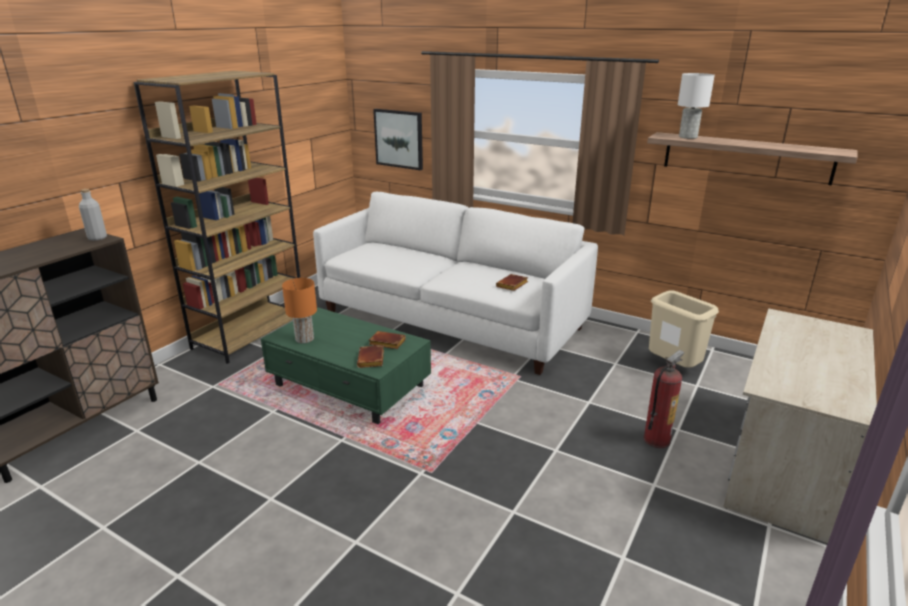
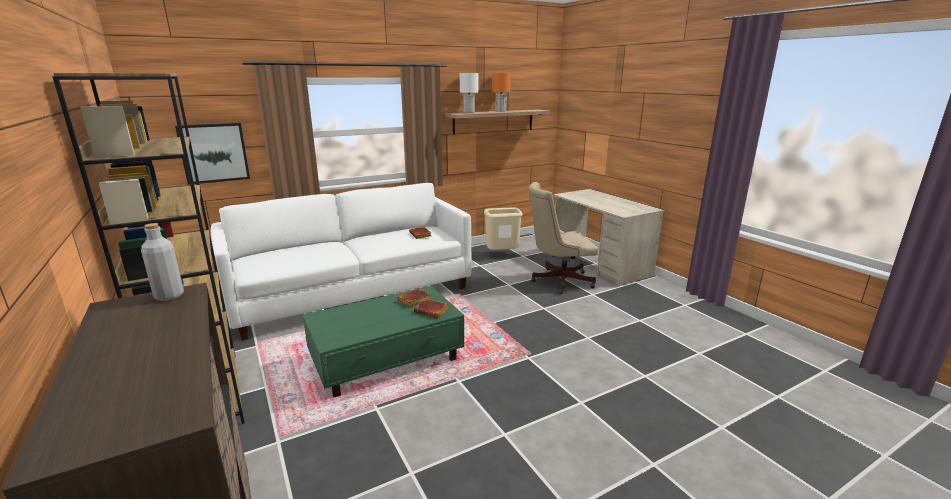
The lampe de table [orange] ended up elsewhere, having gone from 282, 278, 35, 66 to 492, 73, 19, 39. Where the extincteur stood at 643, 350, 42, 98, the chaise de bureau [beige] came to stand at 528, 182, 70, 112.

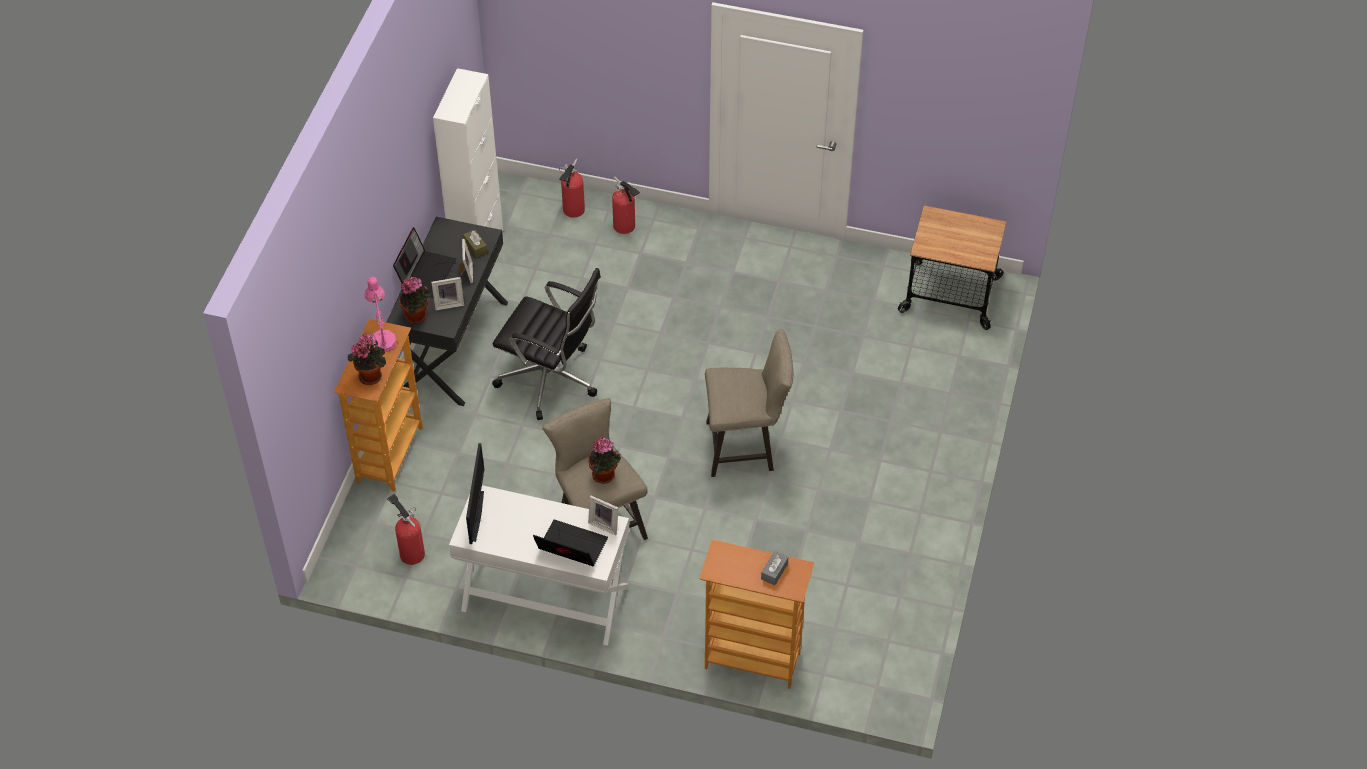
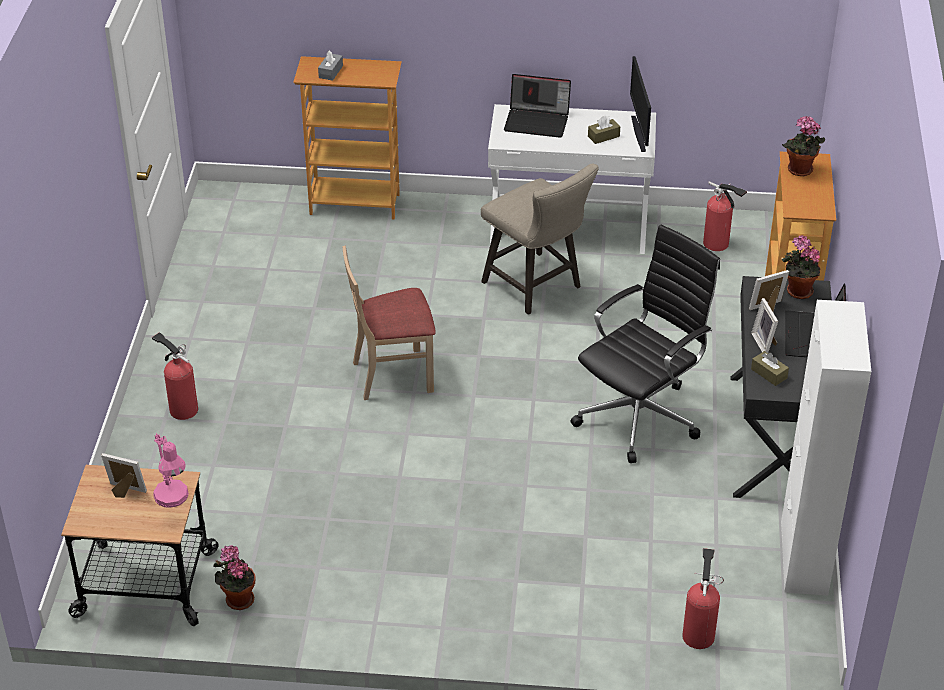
The lampe de table [rose] ended up elsewhere, having gone from 364, 277, 33, 75 to 153, 433, 36, 75. The chaise de bureau [noir] at 492, 268, 109, 152 ended up facing another way, 120 degrees clockwise from before. The plante en pot ended up elsewhere, having gone from 588, 437, 33, 47 to 213, 545, 42, 65. The cadre photo ended up elsewhere, having gone from 588, 496, 30, 39 to 101, 453, 46, 45. The extincteur ended up elsewhere, having gone from 612, 177, 28, 57 to 152, 332, 46, 88. Where the tabouret [beige] stood at 705, 329, 88, 148, the chaise [beige] came to stand at 343, 246, 93, 154. The second view gained the boîte à mouchoirs [marron] at 588, 116, 32, 28.

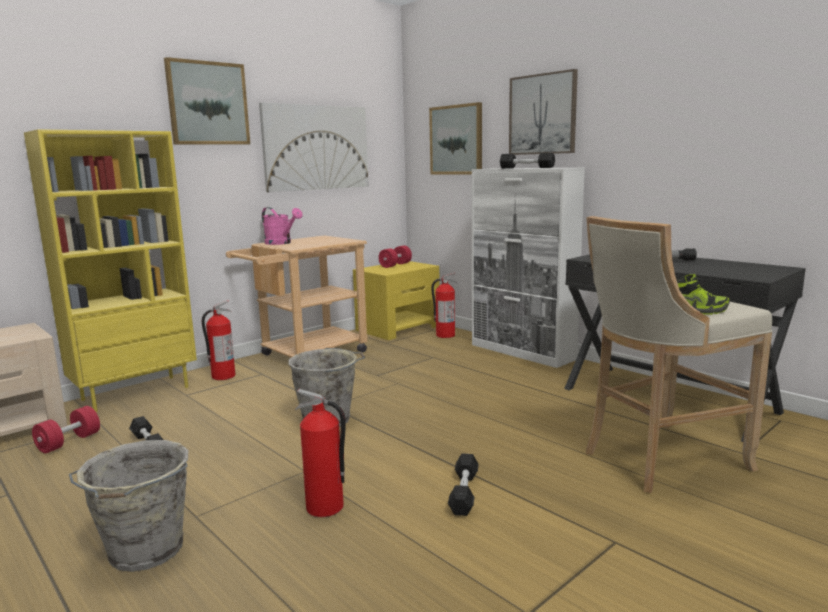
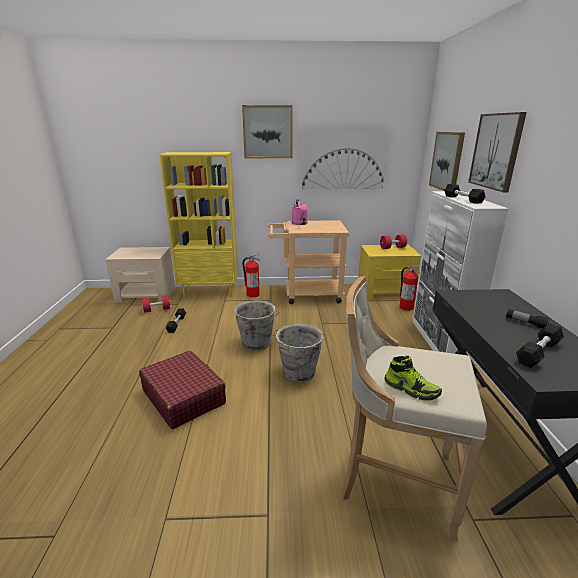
The seau [gris] ended up elsewhere, having gone from 69, 440, 120, 132 to 274, 324, 50, 59. Where the extincteur stood at 295, 389, 51, 128, the valise [rouge] came to stand at 139, 351, 87, 78. The haltère [noir] ended up elsewhere, having gone from 448, 453, 31, 63 to 516, 323, 48, 45.

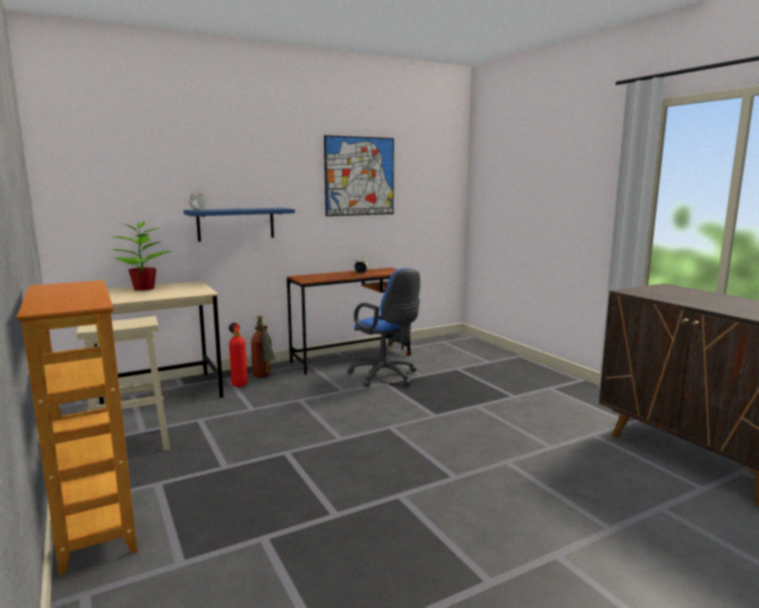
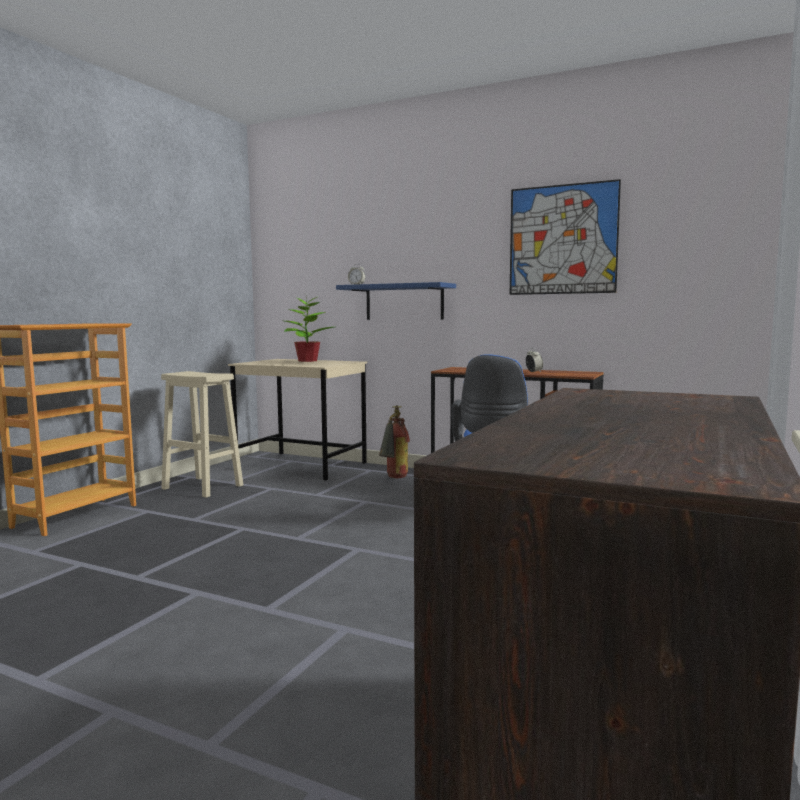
The second view lost the extincteur at 229, 323, 19, 64.

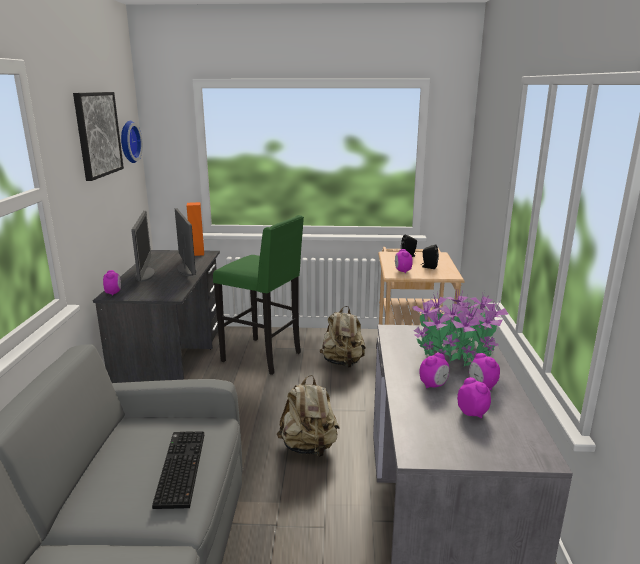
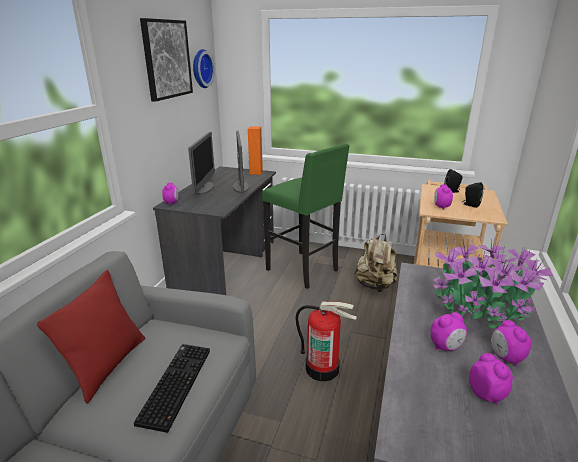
Where the sac à dos [beige] stood at 277, 375, 63, 83, the extincteur came to stand at 295, 301, 62, 80. The second view gained the coussin [rouge] at 37, 269, 108, 134.

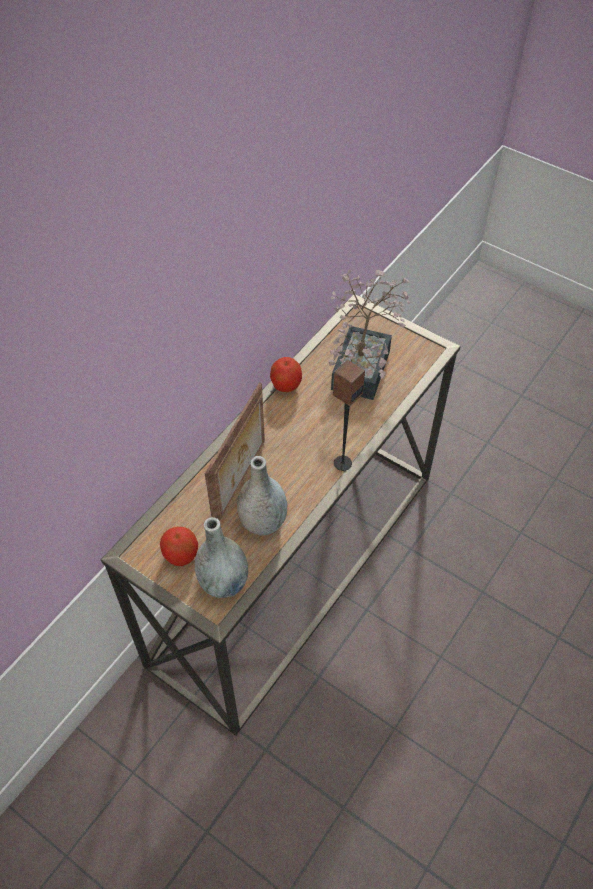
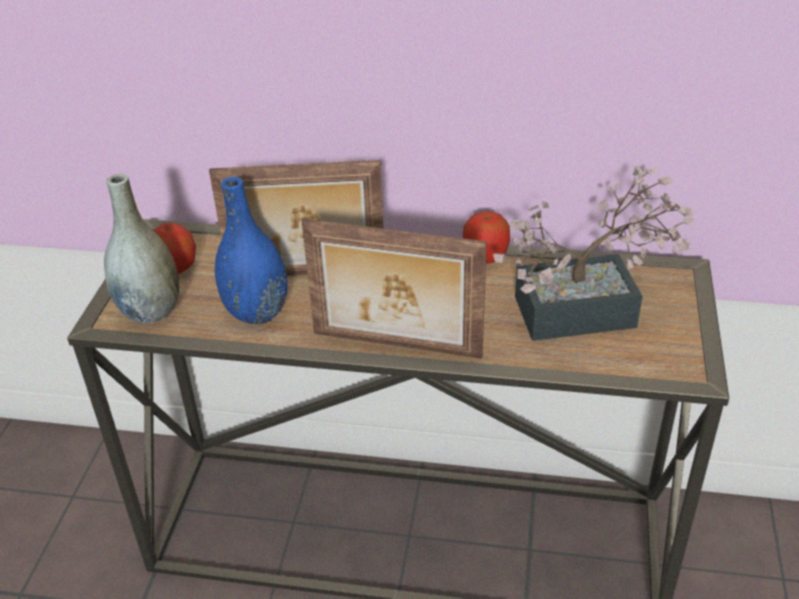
What was the vase [gris] at 237, 456, 50, 79 turned into the vase [bleu] at 215, 177, 73, 147. Where the enceinte stood at 333, 360, 32, 111, the cadre photo came to stand at 302, 219, 185, 140.

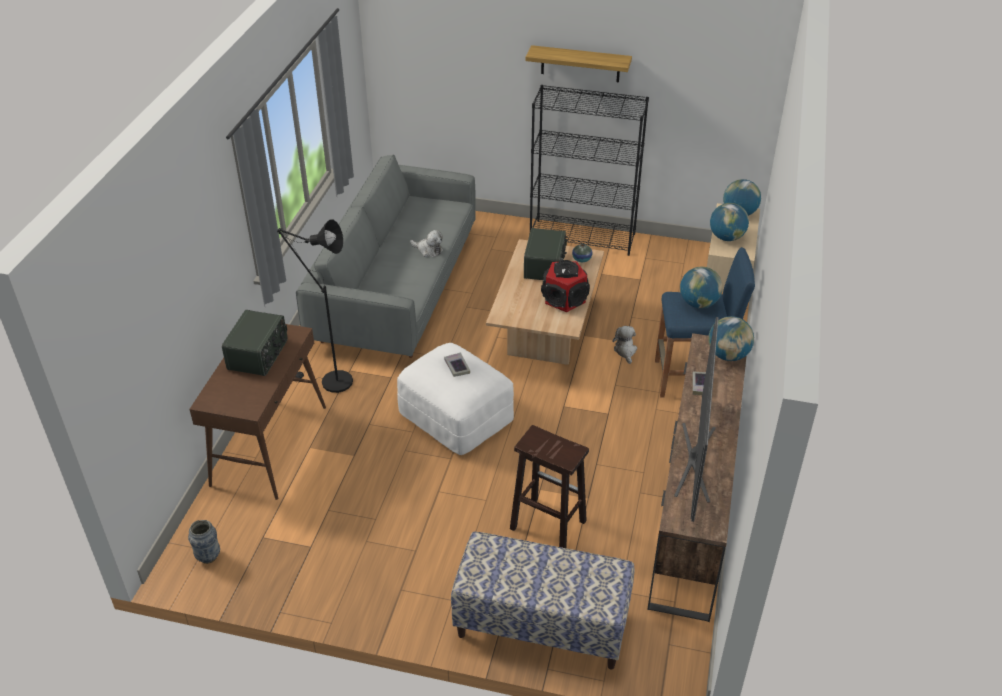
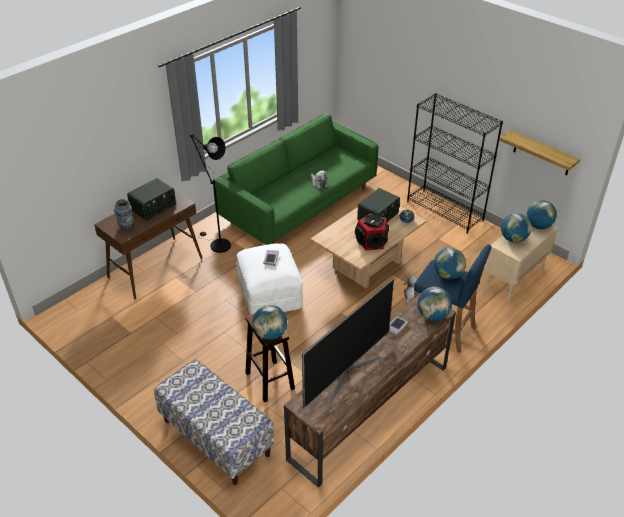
The vase ended up elsewhere, having gone from 188, 520, 32, 44 to 114, 199, 20, 31. What was the canapé [gris] at 296, 155, 180, 203 turned into the canapé [vert] at 213, 115, 165, 130. The étagère ended up elsewhere, having gone from 525, 45, 107, 38 to 499, 130, 81, 45. The second view gained the globe at 252, 305, 35, 35.

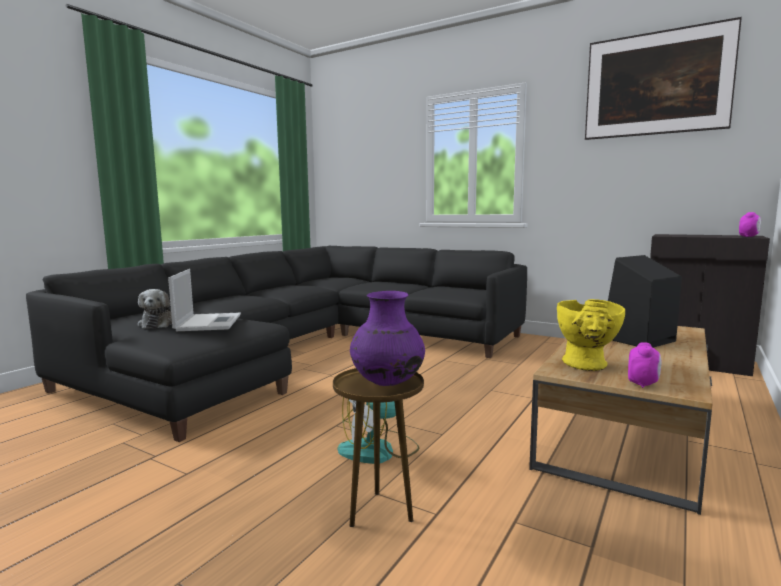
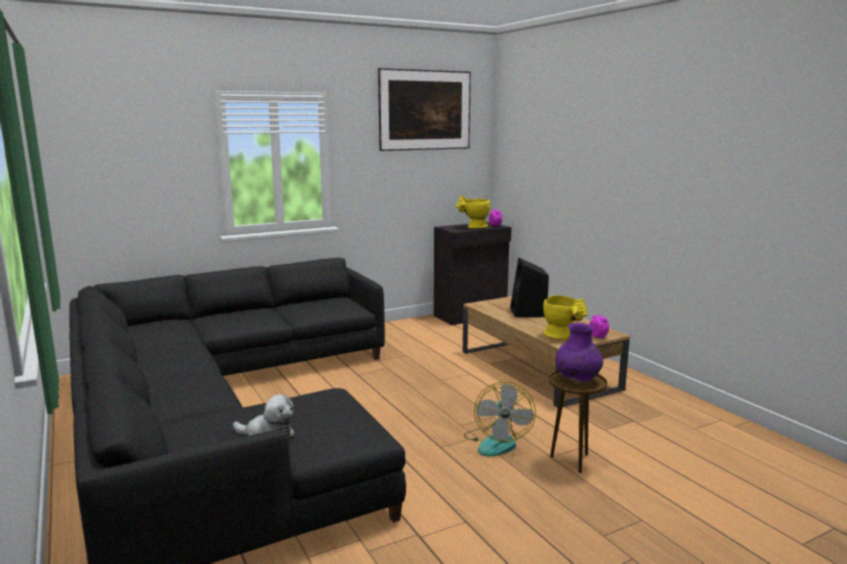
The second view lost the ordinateur portable at 168, 269, 73, 62. The second view gained the vase [jaune] at 455, 196, 35, 33.

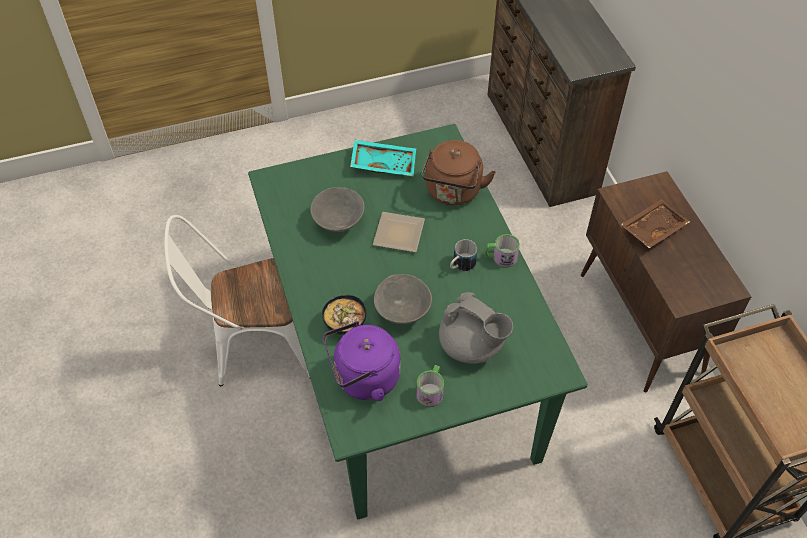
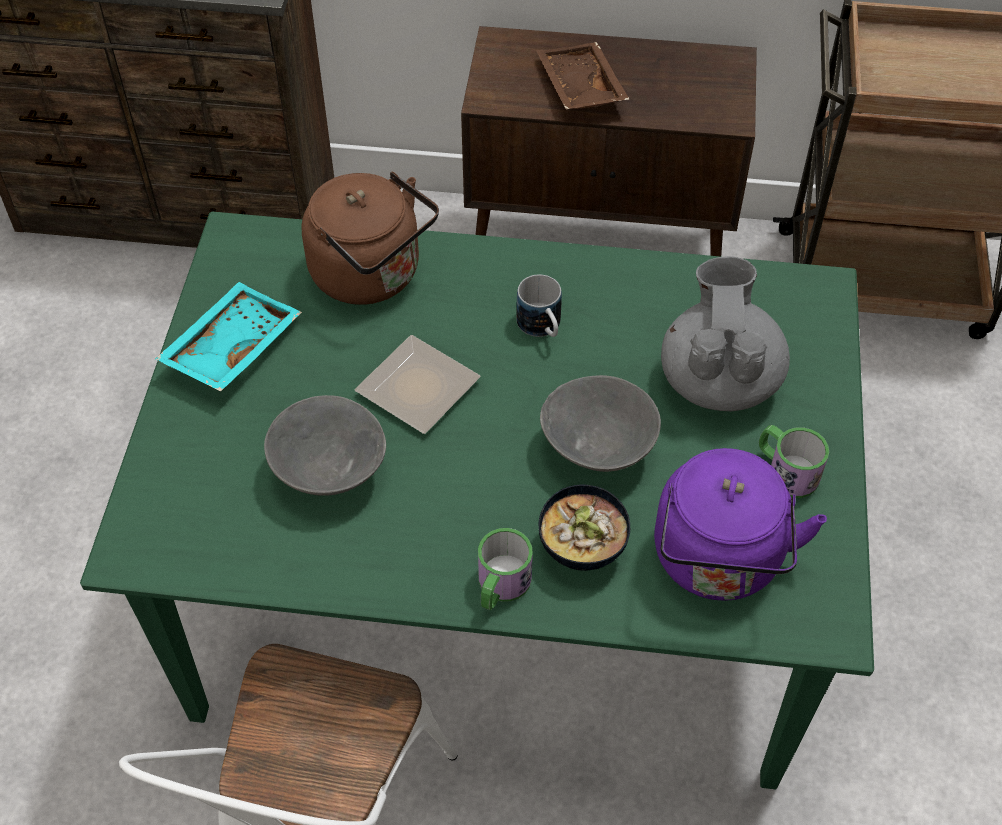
The théière [gris] at 439, 292, 74, 72 ended up facing another way, 60 degrees counterclockwise from before. The mug ended up elsewhere, having gone from 484, 234, 36, 34 to 478, 528, 55, 82.

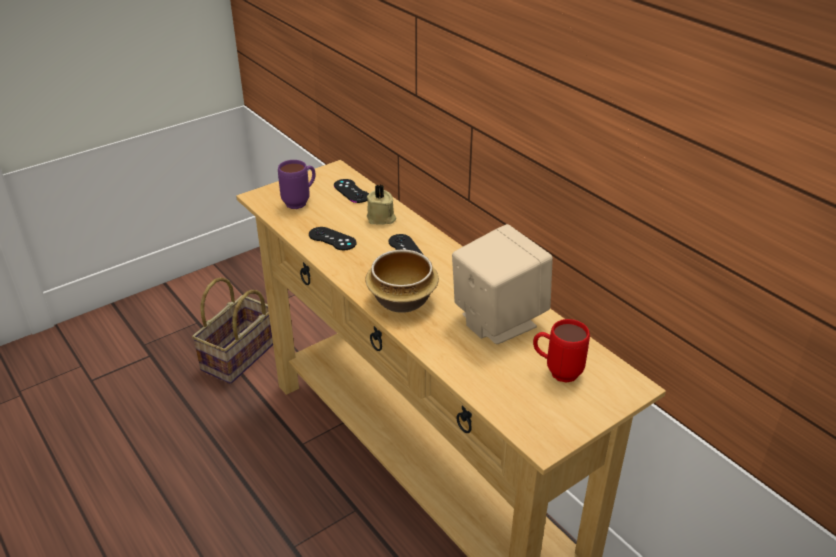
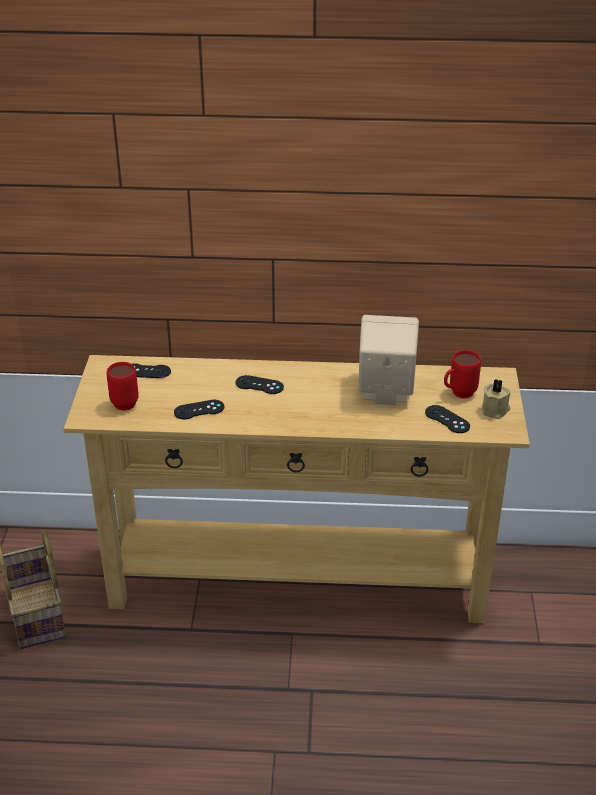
What was the mug [violet] at 278, 160, 38, 49 turned into the mug [rouge] at 107, 362, 32, 49. The second view lost the bol at 366, 250, 73, 63. The bougie [beige] ended up elsewhere, having gone from 367, 185, 29, 40 to 482, 379, 28, 40. The second view gained the manette [noir] at 425, 405, 45, 28.

